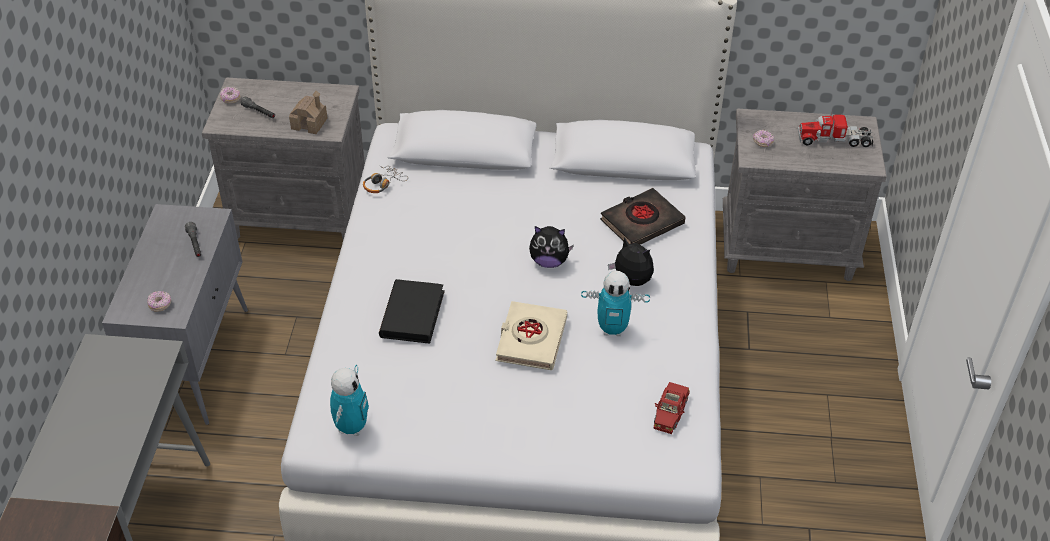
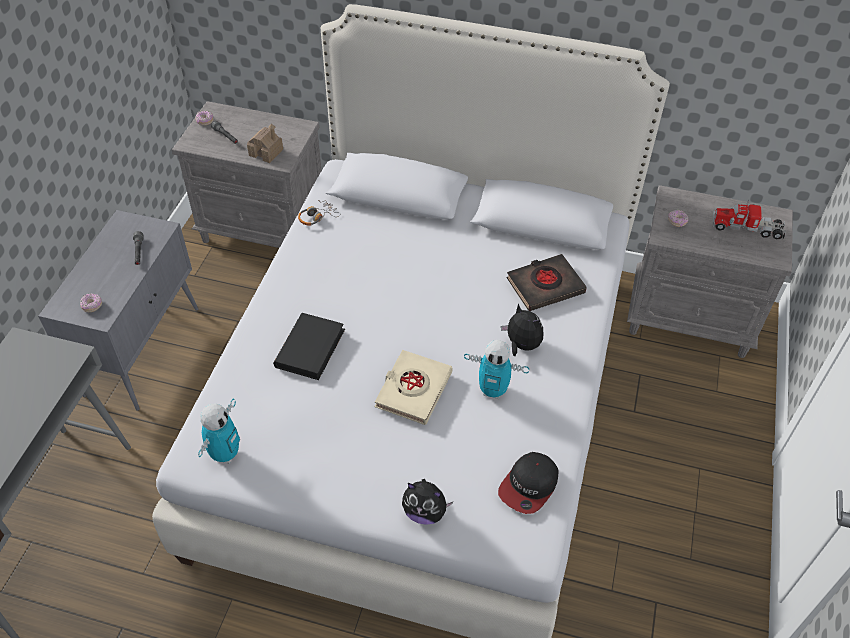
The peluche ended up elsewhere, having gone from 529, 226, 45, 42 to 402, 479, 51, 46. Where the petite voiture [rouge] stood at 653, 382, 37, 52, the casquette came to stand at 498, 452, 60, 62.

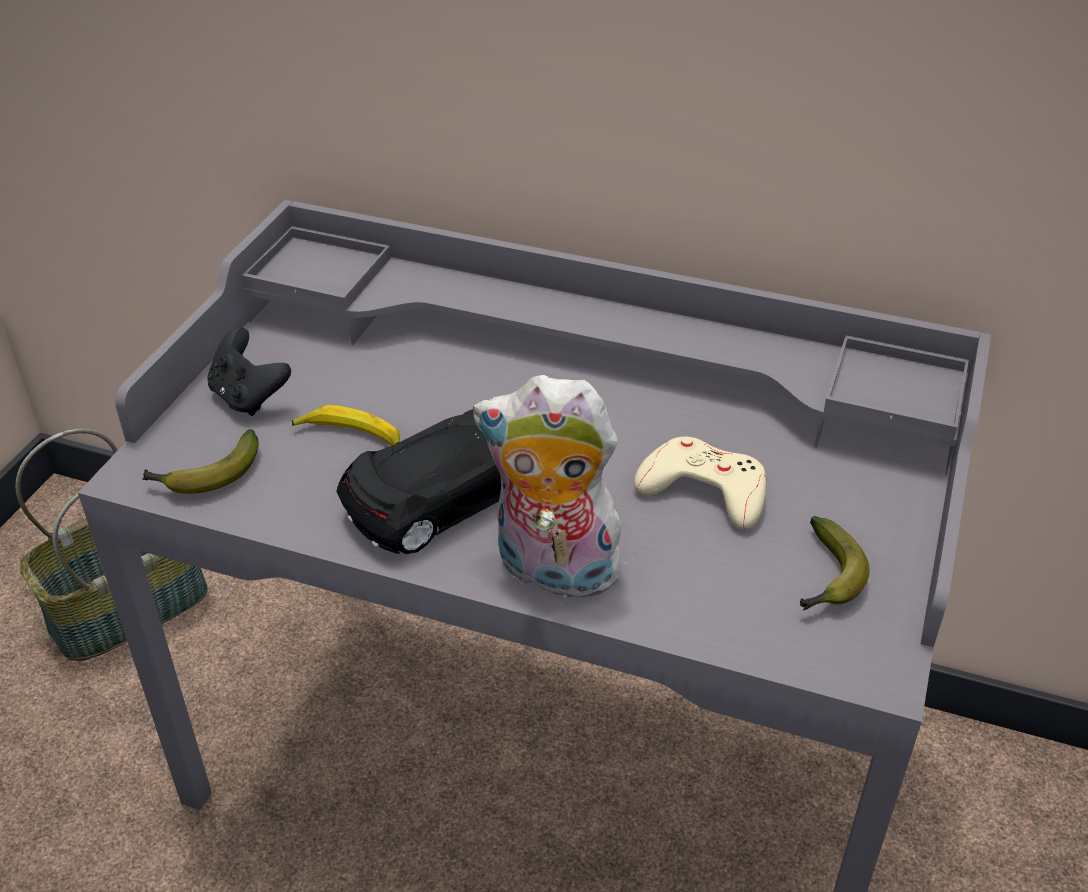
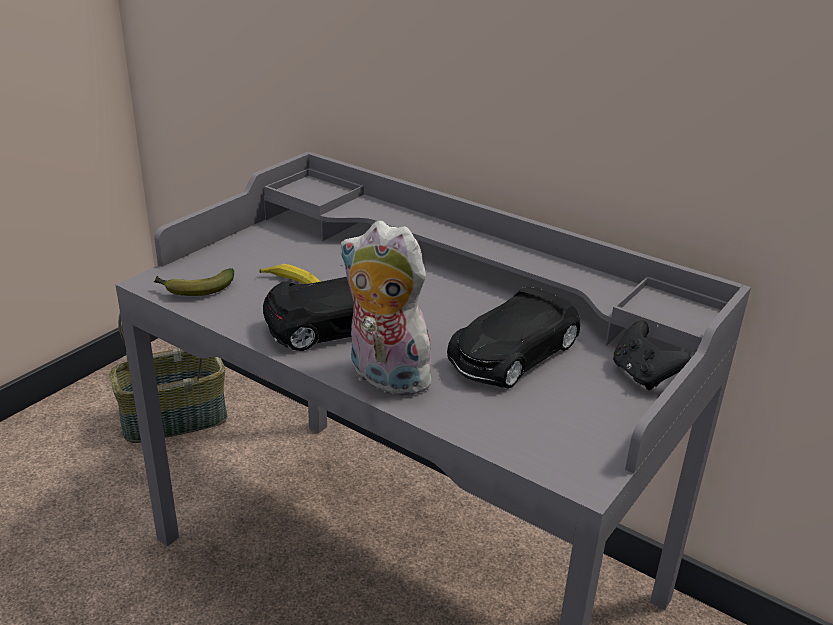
The manette [noir] ended up elsewhere, having gone from 207, 328, 84, 88 to 613, 320, 78, 70. Where the manette [beige] stood at 634, 436, 132, 94, the petite voiture [noir] came to stand at 447, 287, 133, 102. The second view lost the banane at 800, 516, 70, 94.

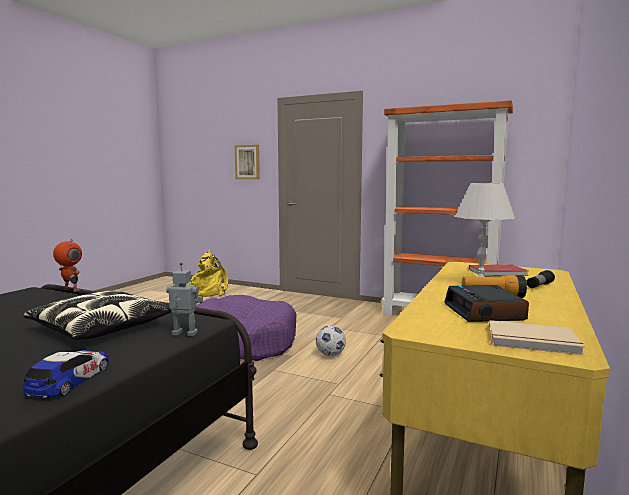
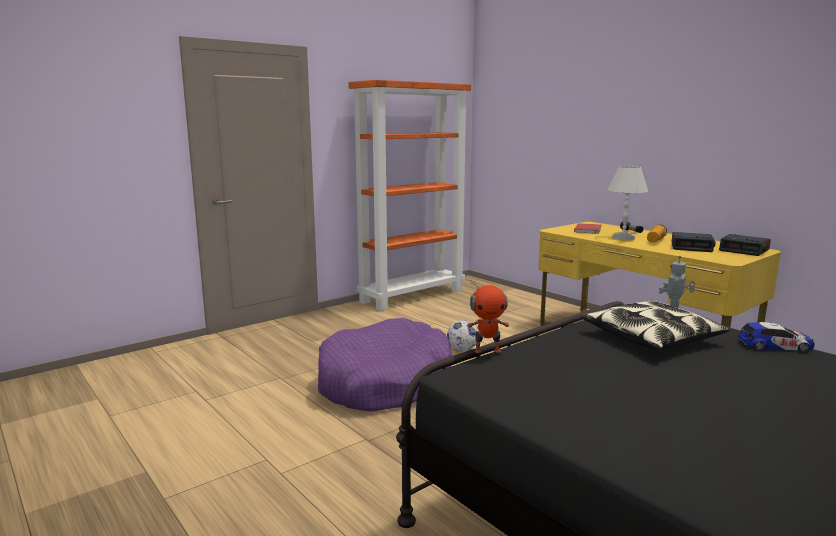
The petite voiture at 23, 350, 86, 48 ended up facing another way, 150 degrees clockwise from before. The robot jouet at 53, 239, 29, 53 ended up facing another way, 150 degrees counterclockwise from before. The second view lost the sac à dos [jaune] at 189, 250, 40, 47. The second view lost the tableau at 234, 145, 26, 34. Where the livre [beige] stood at 489, 320, 96, 35, the réveil came to stand at 719, 234, 52, 22.

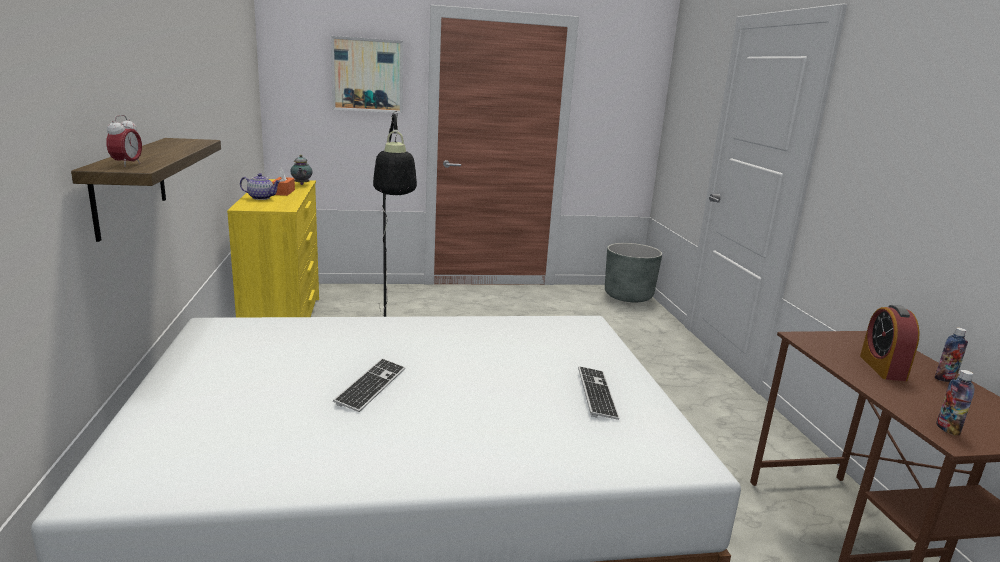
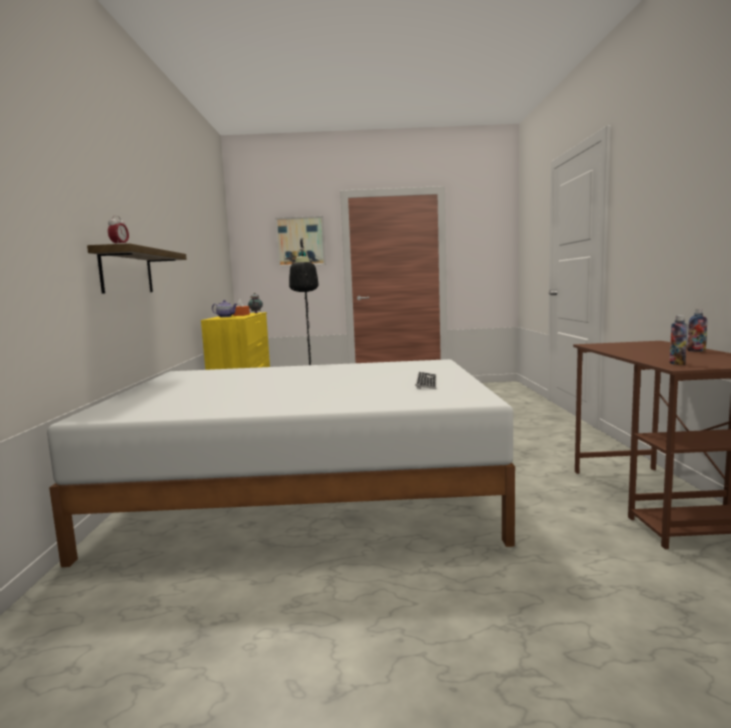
The second view lost the clavier at 333, 358, 72, 54. The second view lost the cache-pot [gris] at 605, 243, 57, 59. The second view lost the réveil at 860, 305, 60, 76.

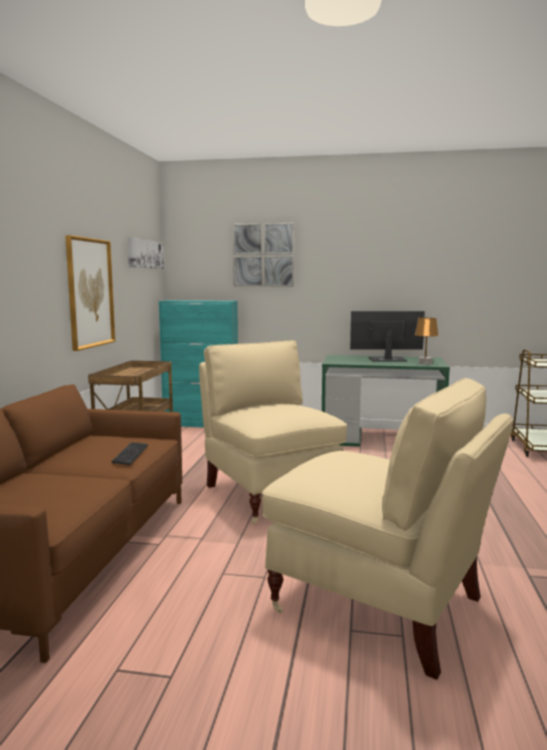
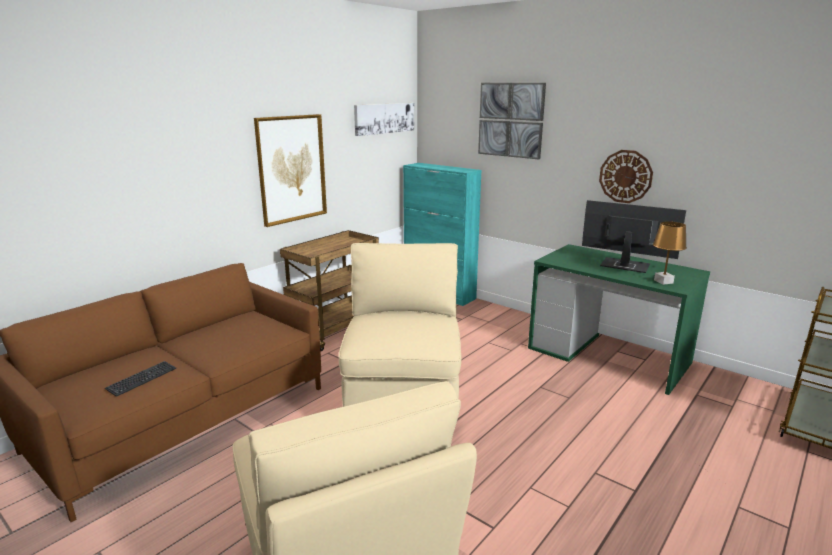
The clavier ended up elsewhere, having gone from 111, 442, 37, 23 to 105, 361, 71, 36. The second view gained the horloge murale at 599, 150, 54, 53.

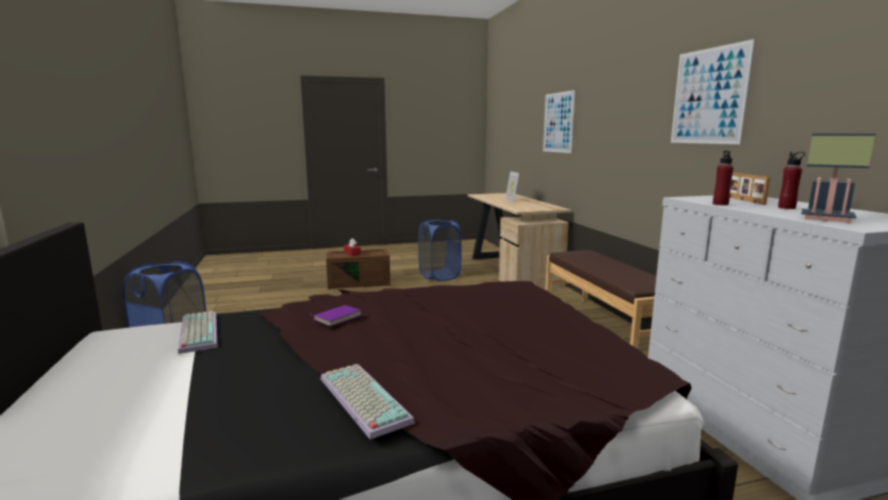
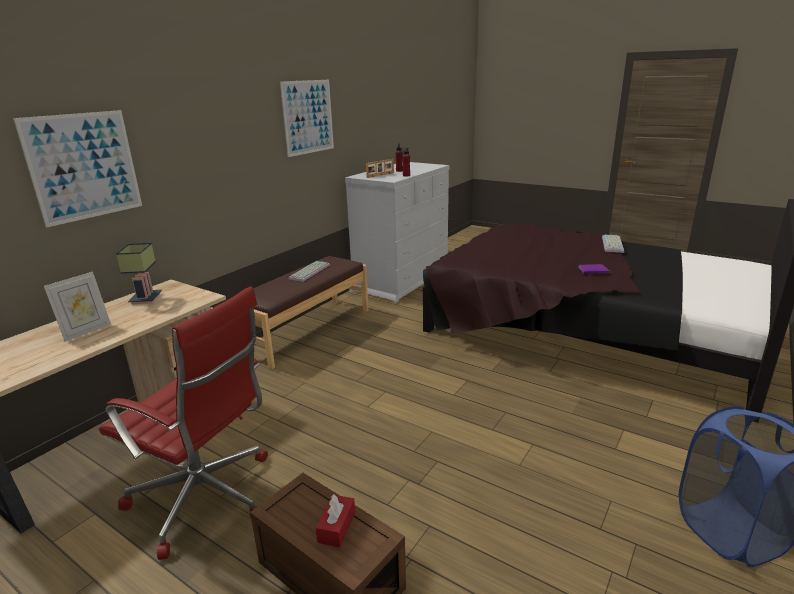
The clavier ended up elsewhere, having gone from 178, 311, 40, 43 to 289, 261, 41, 21. Where the panier à linge [bleu] stood at 418, 219, 44, 62, the chaise de bureau [rouge] came to stand at 99, 287, 169, 273. The lampe de table ended up elsewhere, having gone from 801, 134, 75, 89 to 116, 243, 46, 61.

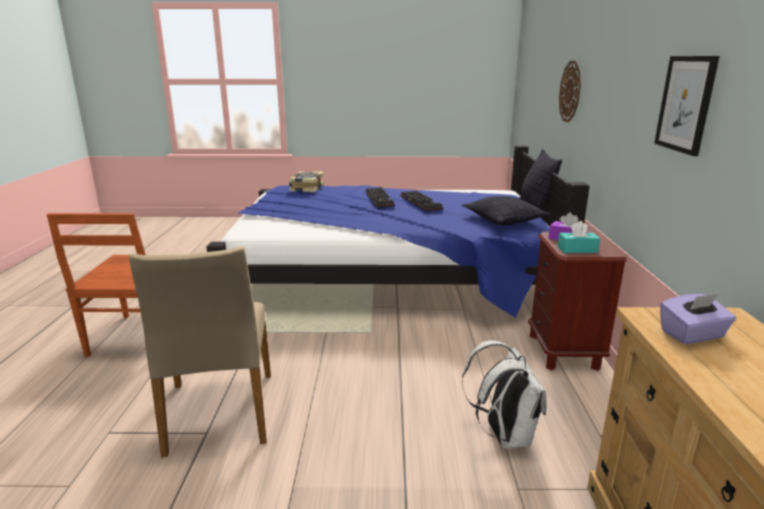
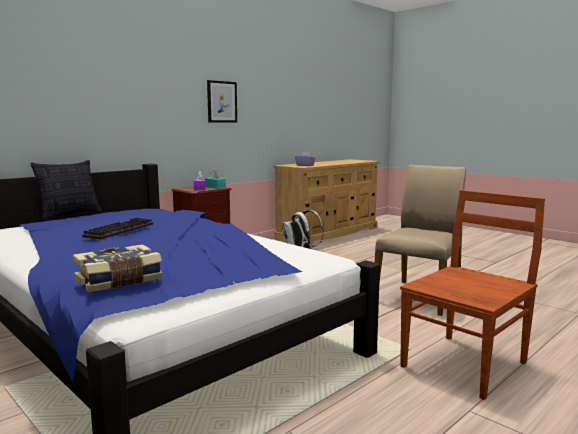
The second view lost the clavier at 366, 187, 29, 20. The second view lost the coussin at 462, 196, 89, 29. The second view lost the horloge murale at 559, 61, 22, 62.

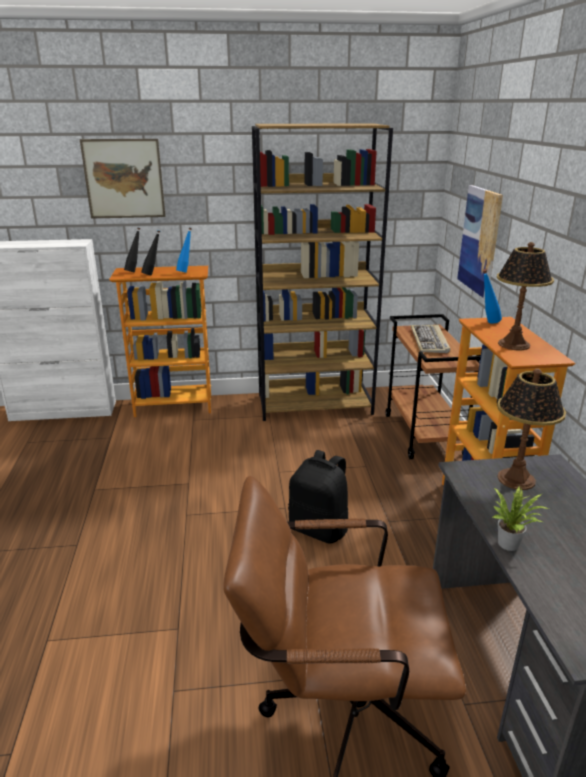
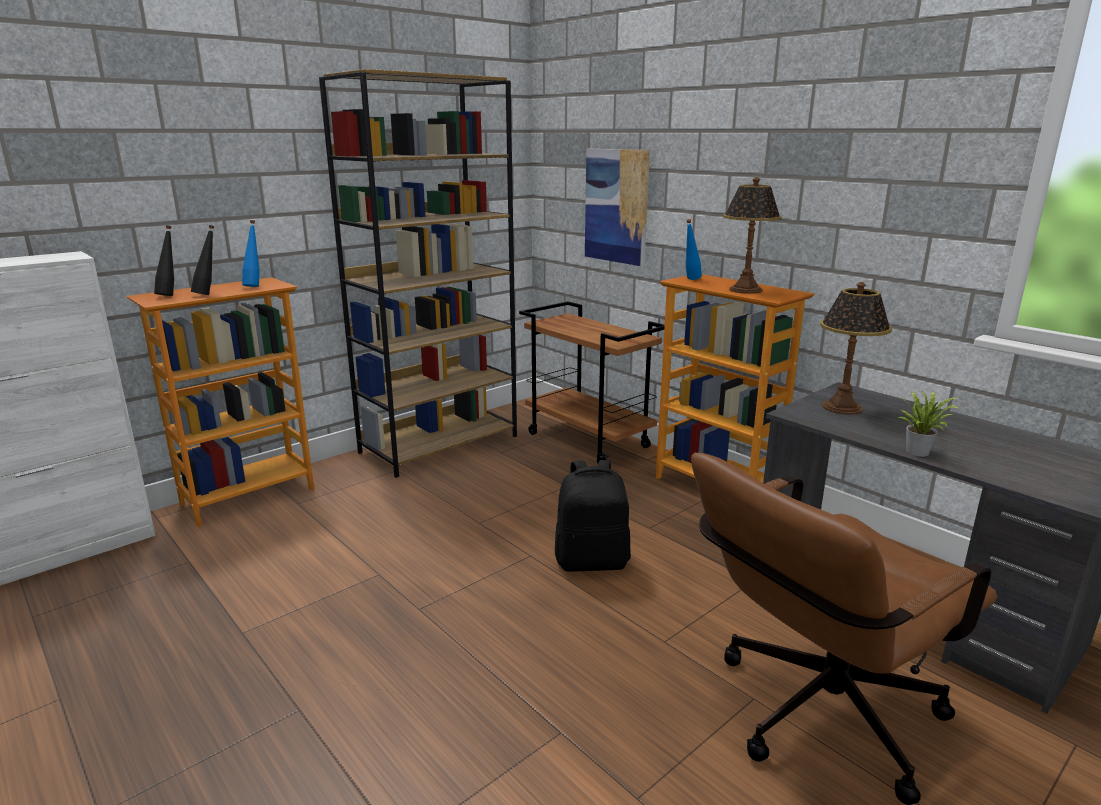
The second view lost the tableau at 80, 139, 86, 80. The second view lost the clavier at 411, 325, 39, 28.

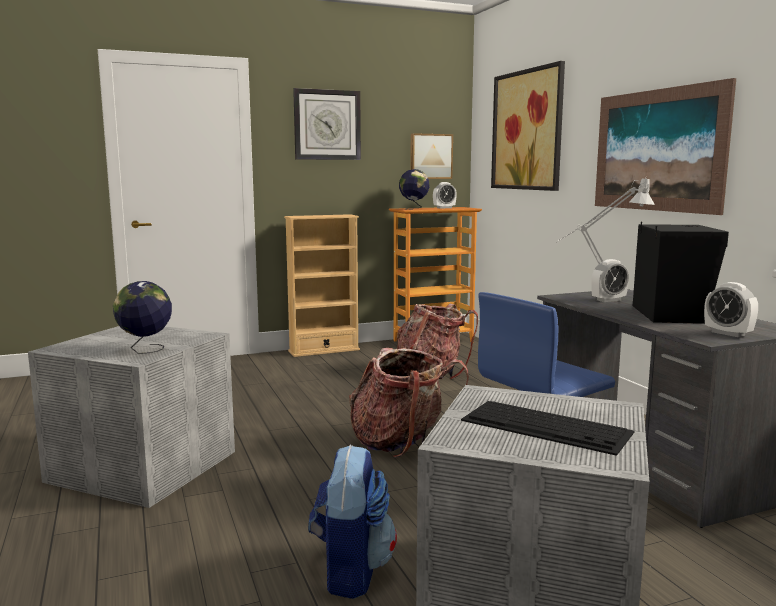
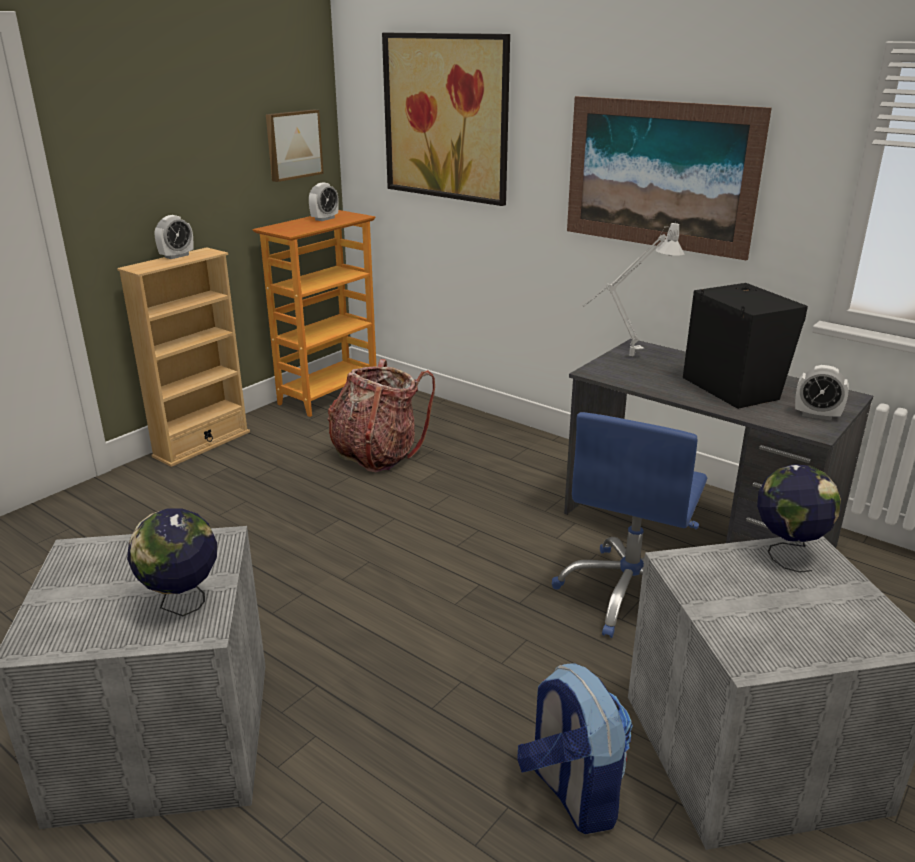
The second view lost the horloge murale at 293, 88, 68, 72. The second view lost the sac à dos at 349, 347, 120, 111. The globe ended up elsewhere, having gone from 399, 169, 31, 41 to 757, 464, 84, 109. The second view lost the clavier at 461, 401, 174, 55. The réveil ended up elsewhere, having gone from 591, 259, 38, 43 to 155, 215, 39, 44.

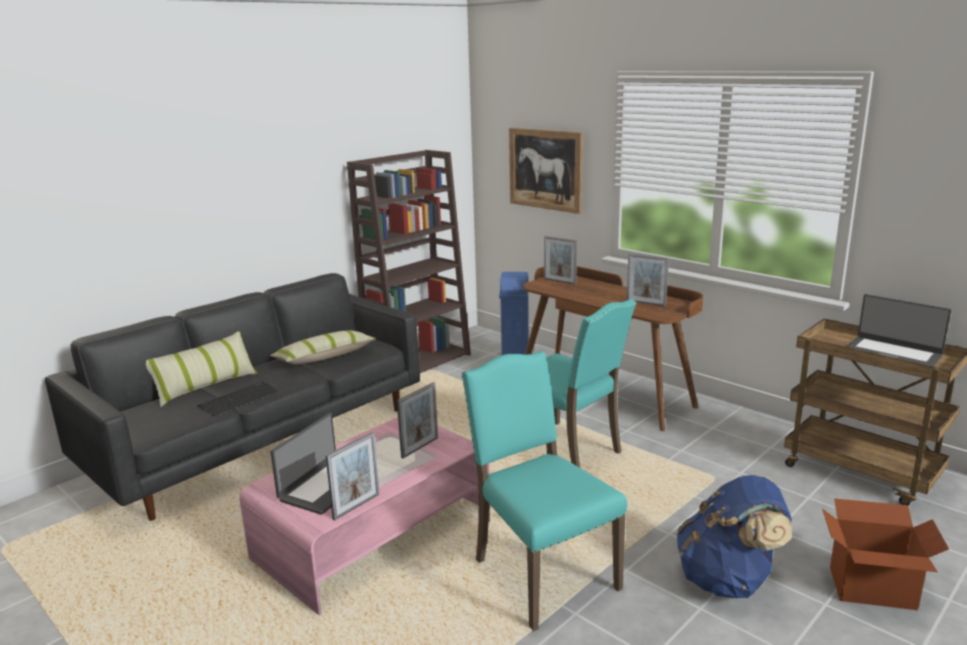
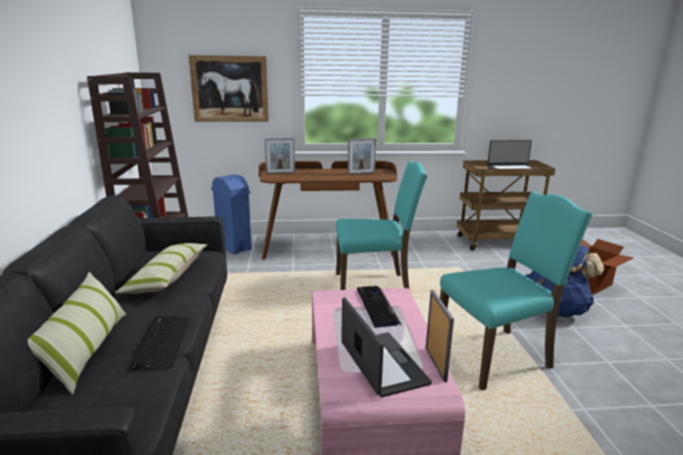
Where the cadre photo stood at 397, 382, 41, 76, the clavier came to stand at 357, 286, 45, 41. The chaise [turquoise] at 462, 351, 166, 280 ended up facing another way, 150 degrees clockwise from before.

